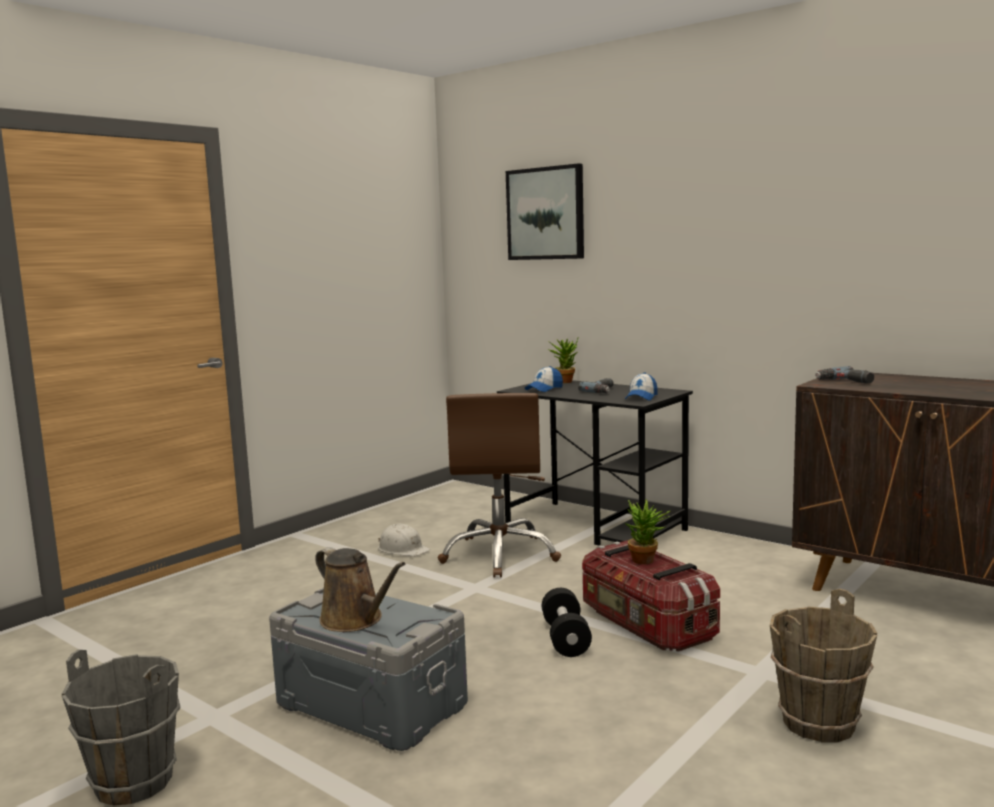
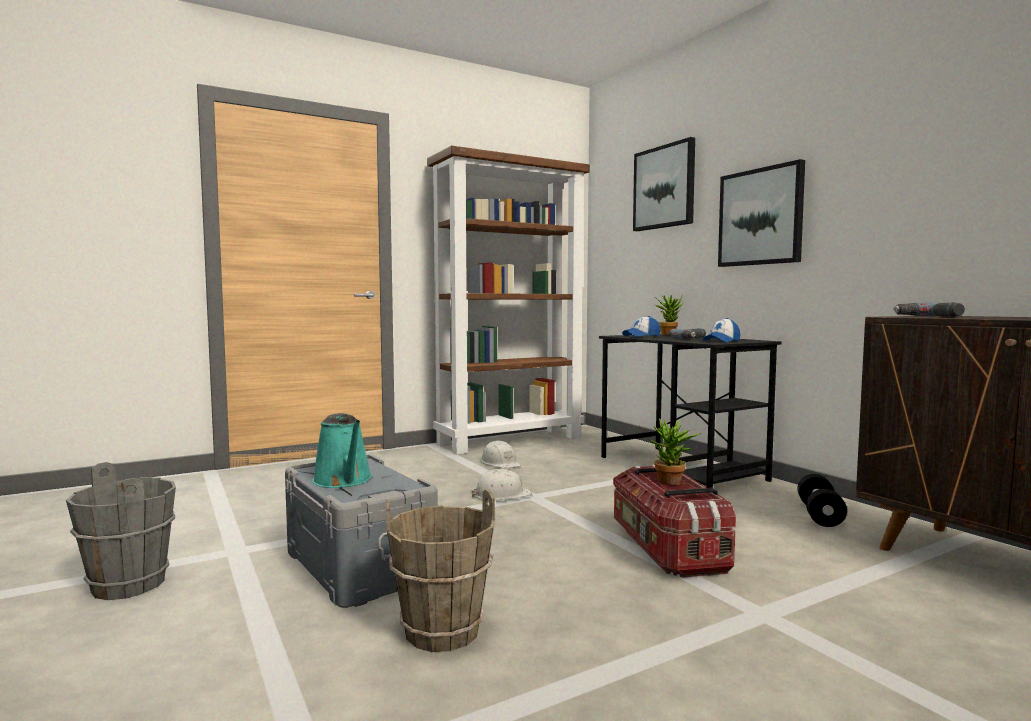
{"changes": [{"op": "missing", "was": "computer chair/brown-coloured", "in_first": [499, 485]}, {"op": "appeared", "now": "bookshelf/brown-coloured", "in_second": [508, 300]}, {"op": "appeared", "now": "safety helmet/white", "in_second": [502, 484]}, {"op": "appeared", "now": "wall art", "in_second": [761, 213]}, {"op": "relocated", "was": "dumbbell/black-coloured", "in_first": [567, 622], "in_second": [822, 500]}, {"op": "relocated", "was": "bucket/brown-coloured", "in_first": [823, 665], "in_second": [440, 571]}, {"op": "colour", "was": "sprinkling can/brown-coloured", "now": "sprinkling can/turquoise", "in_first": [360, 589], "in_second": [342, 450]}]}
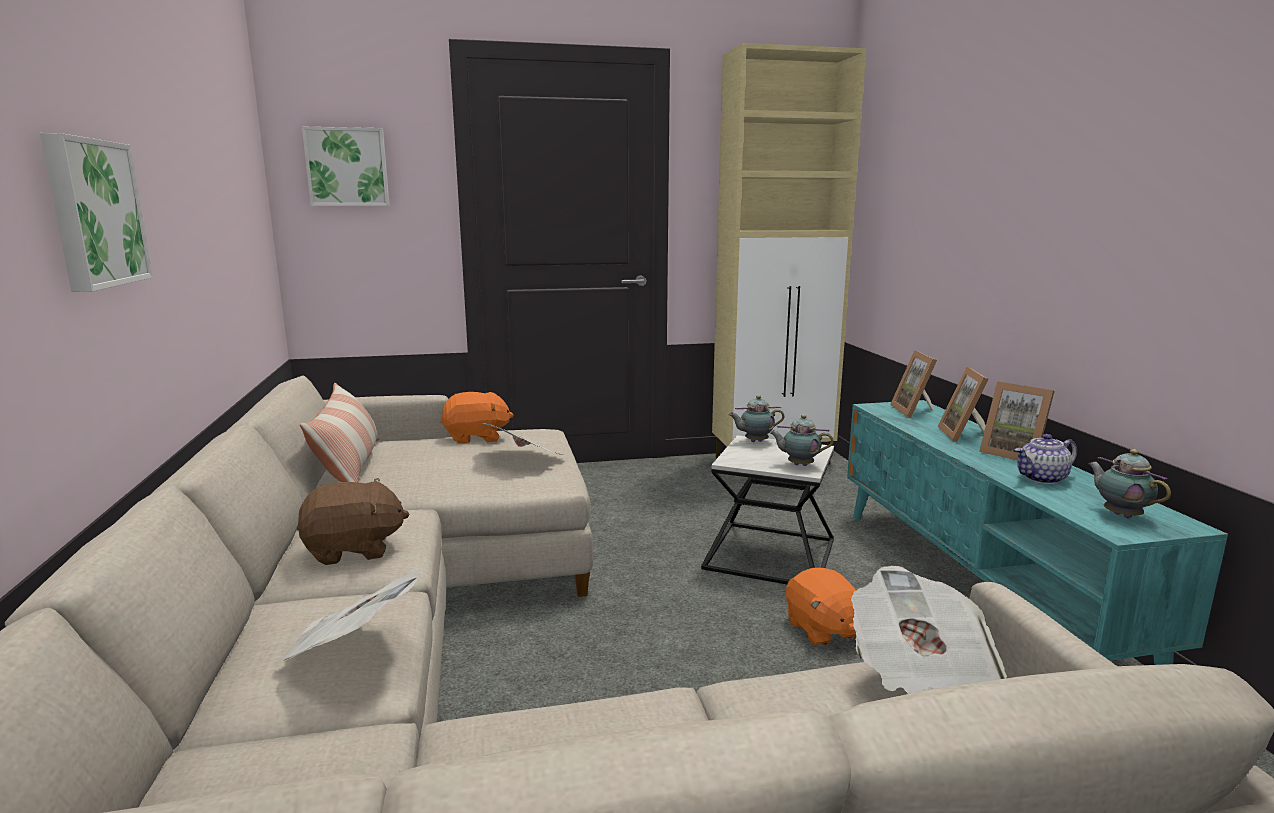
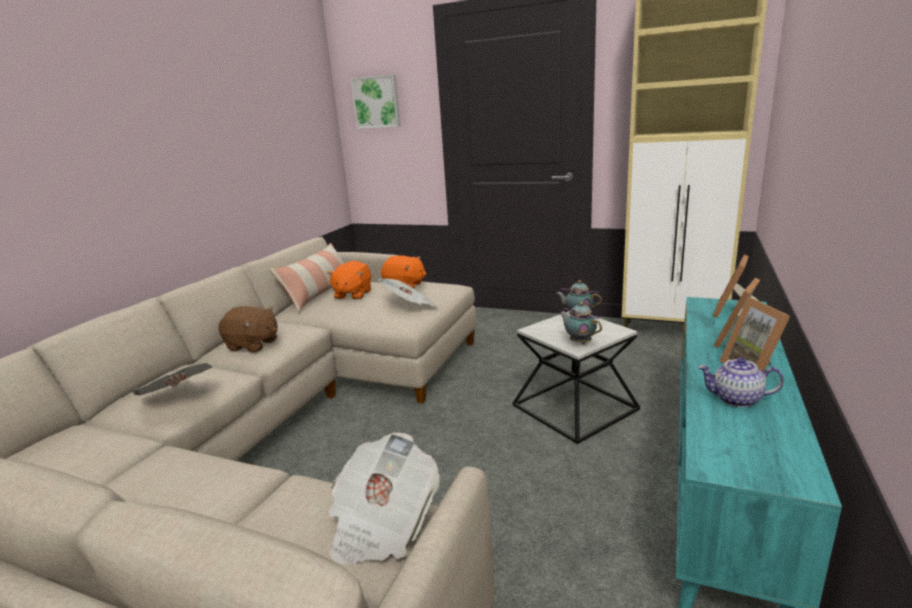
{"changes": [{"op": "missing", "was": "wall art", "in_first": [96, 212]}, {"op": "missing", "was": "tea pot", "in_first": [1129, 483]}, {"op": "relocated", "was": "soft toy/orange-coloured", "in_first": [821, 607], "in_second": [349, 280]}]}
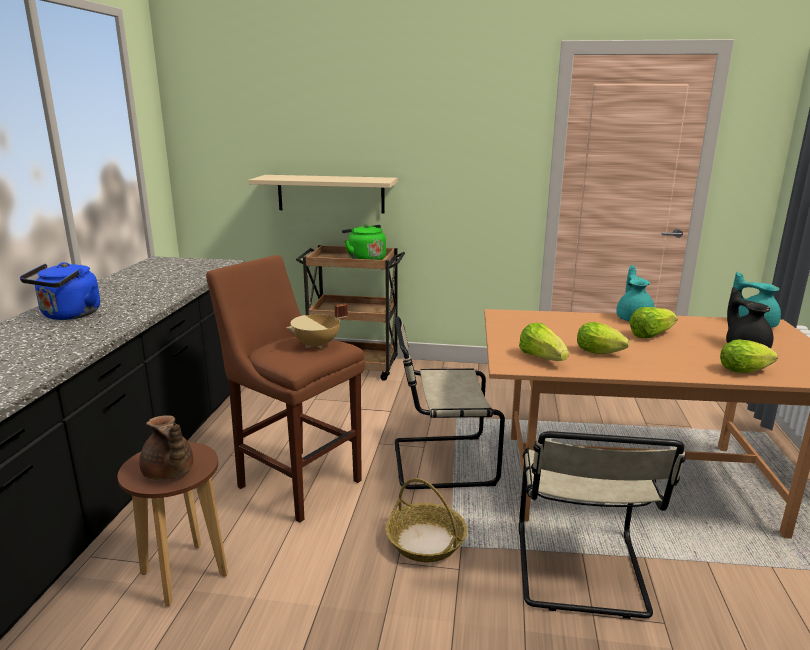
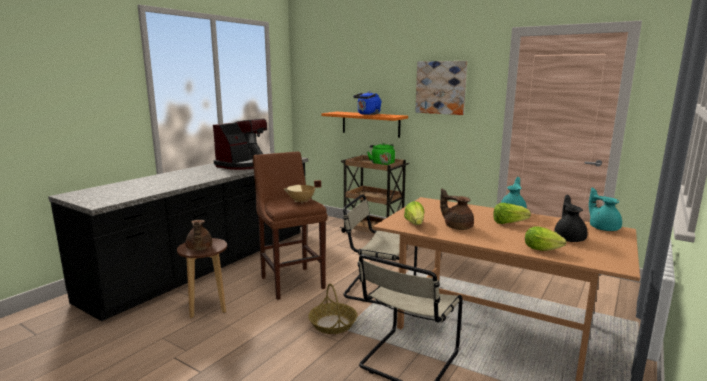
{"changes": [{"op": "appeared", "now": "coffee brewer", "in_second": [240, 144]}, {"op": "appeared", "now": "wall art", "in_second": [441, 88]}, {"op": "relocated", "was": "kettle/blue", "in_first": [60, 291], "in_second": [367, 103]}, {"op": "exchanged", "was": "head of lettuce", "now": "tea pot/brown-coloured", "in_first": [603, 338], "in_second": [457, 209]}, {"op": "colour", "was": "shelf/beige", "now": "shelf/orange-coloured", "in_first": [323, 194], "in_second": [364, 125]}]}
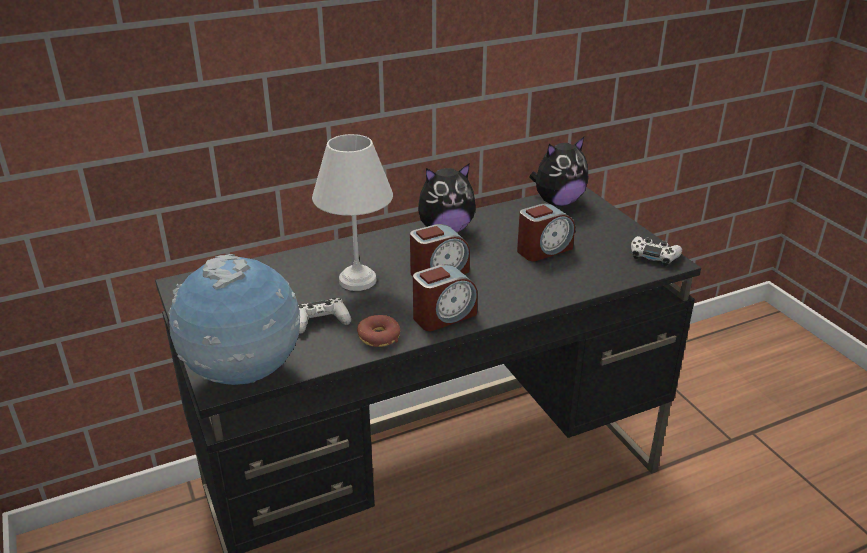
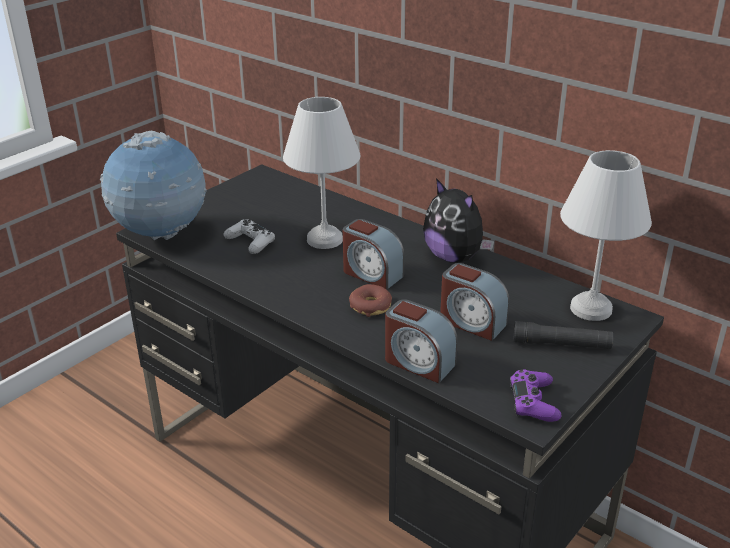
{"changes": [{"op": "appeared", "now": "hand torch/black-coloured", "in_second": [563, 335]}, {"op": "relocated", "was": "ring doughnut", "in_first": [378, 331], "in_second": [370, 300]}, {"op": "relocated", "was": "bedside clock", "in_first": [445, 297], "in_second": [421, 341]}, {"op": "exchanged", "was": "soft toy", "now": "table lamp/white", "in_first": [559, 171], "in_second": [606, 235]}, {"op": "colour", "was": "game controller/white", "now": "game controller/purplish", "in_first": [656, 251], "in_second": [536, 395]}]}
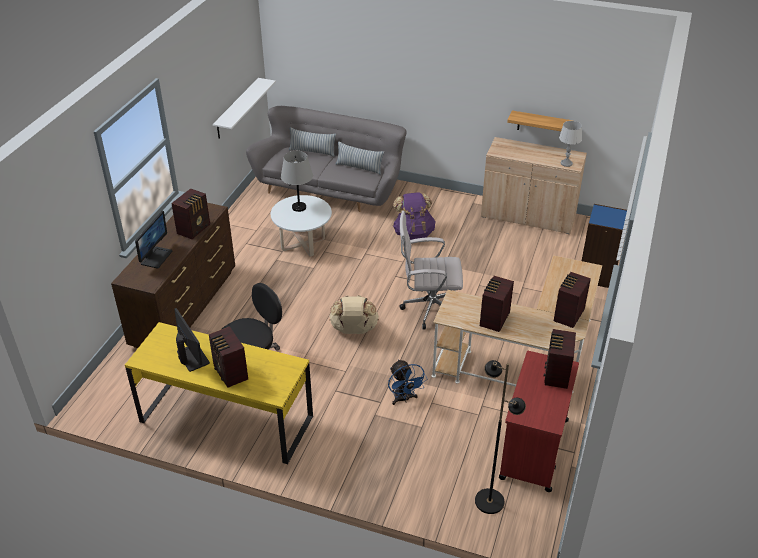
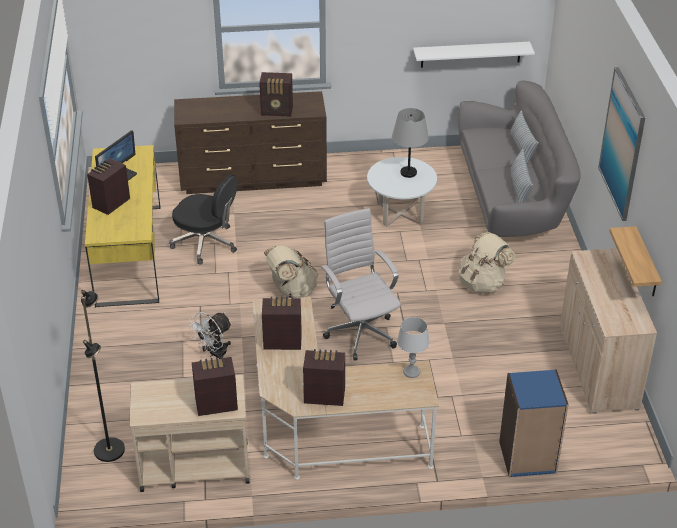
{"changes": [{"op": "missing", "was": "computer display", "in_first": [153, 239]}, {"op": "appeared", "now": "wall art", "in_second": [621, 144]}, {"op": "relocated", "was": "table lamp/greyish", "in_first": [570, 144], "in_second": [413, 347]}, {"op": "colour", "was": "fan/blue", "now": "fan/white", "in_first": [407, 382], "in_second": [210, 335]}, {"op": "colour", "was": "knapsack/purplish", "now": "knapsack/beige", "in_first": [414, 216], "in_second": [487, 262]}, {"op": "colour", "was": "wheeled cart/red-coloured", "now": "wheeled cart/beige", "in_first": [539, 421], "in_second": [189, 433]}]}
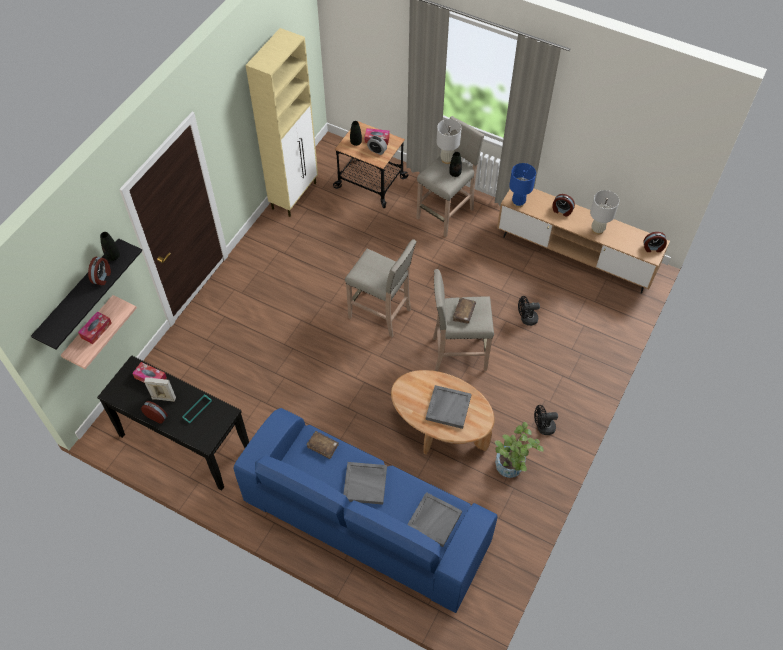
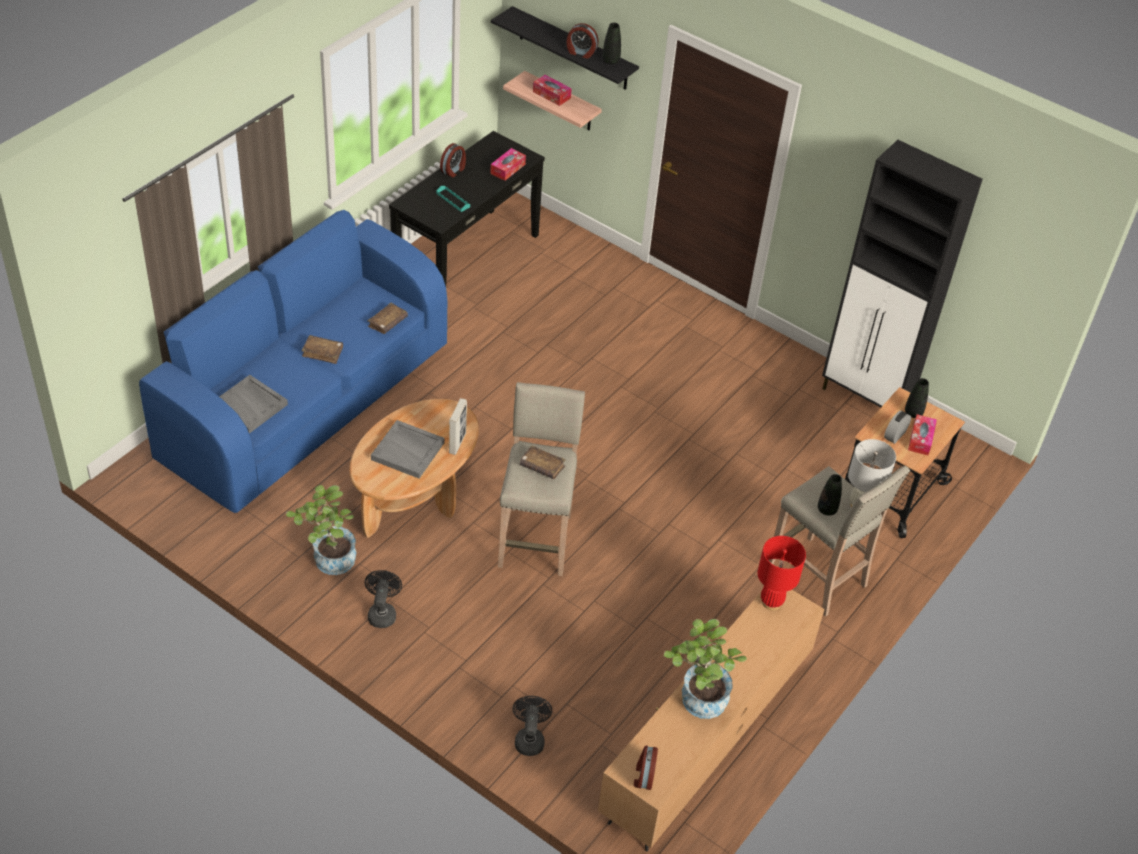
{"changes": [{"op": "missing", "was": "sitting stool/beige", "in_first": [381, 288]}, {"op": "missing", "was": "bedside clock", "in_first": [563, 205]}, {"op": "relocated", "was": "photo frame", "in_first": [160, 389], "in_second": [458, 426]}, {"op": "relocated", "was": "fan/black-coloured", "in_first": [529, 311], "in_second": [532, 726]}, {"op": "exchanged", "was": "carrying tray/greyish", "now": "volume/brown-coloured", "in_first": [365, 483], "in_second": [322, 349]}, {"op": "exchanged", "was": "table lamp/white", "now": "potted plant", "in_first": [604, 212], "in_second": [705, 669]}, {"op": "colour", "was": "storage cabinet/beige", "now": "storage cabinet/black-coloured", "in_first": [281, 122], "in_second": [902, 273]}, {"op": "colour", "was": "table lamp/blue", "now": "table lamp/red-coloured", "in_first": [522, 185], "in_second": [782, 573]}]}
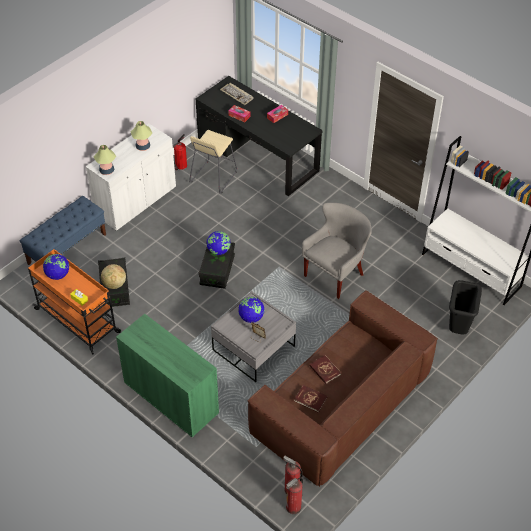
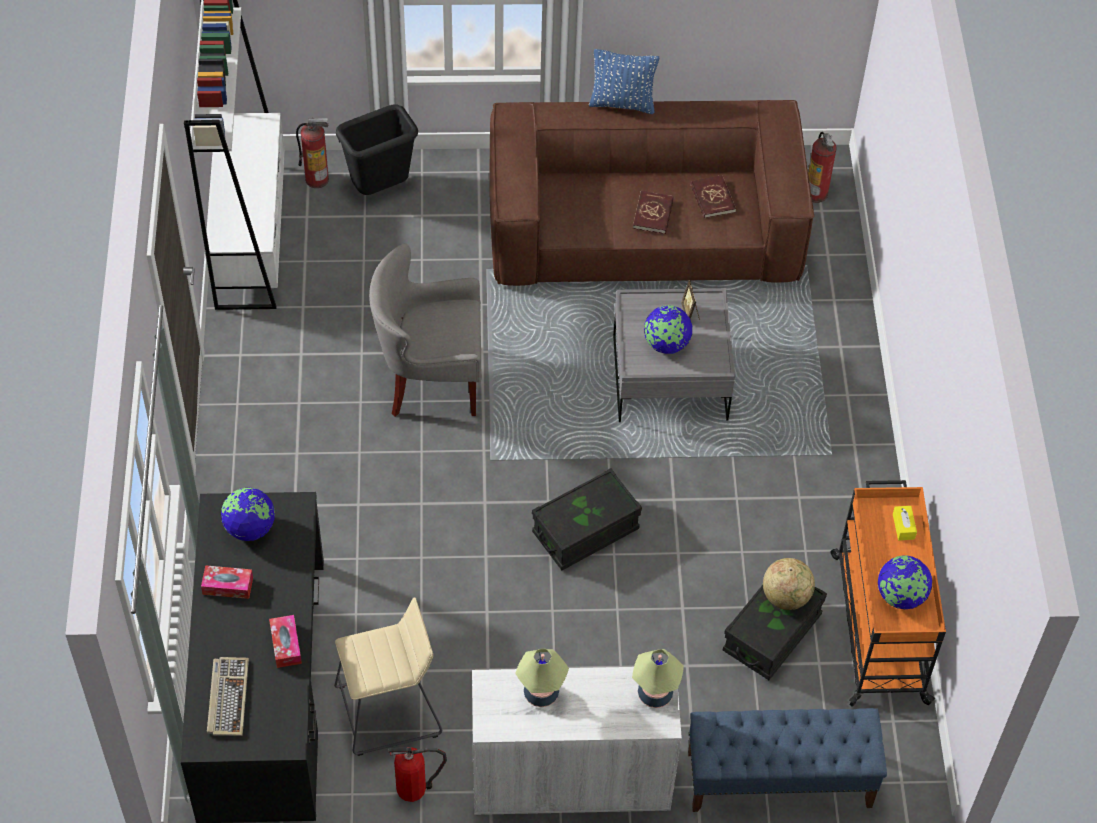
{"changes": [{"op": "missing", "was": "storage cabinet/green-coloured", "in_first": [167, 376]}, {"op": "appeared", "now": "cushion/blue", "in_second": [624, 81]}, {"op": "relocated", "was": "globe", "in_first": [218, 243], "in_second": [248, 514]}, {"op": "relocated", "was": "fire-fighting cylinder", "in_first": [294, 496], "in_second": [312, 152]}]}
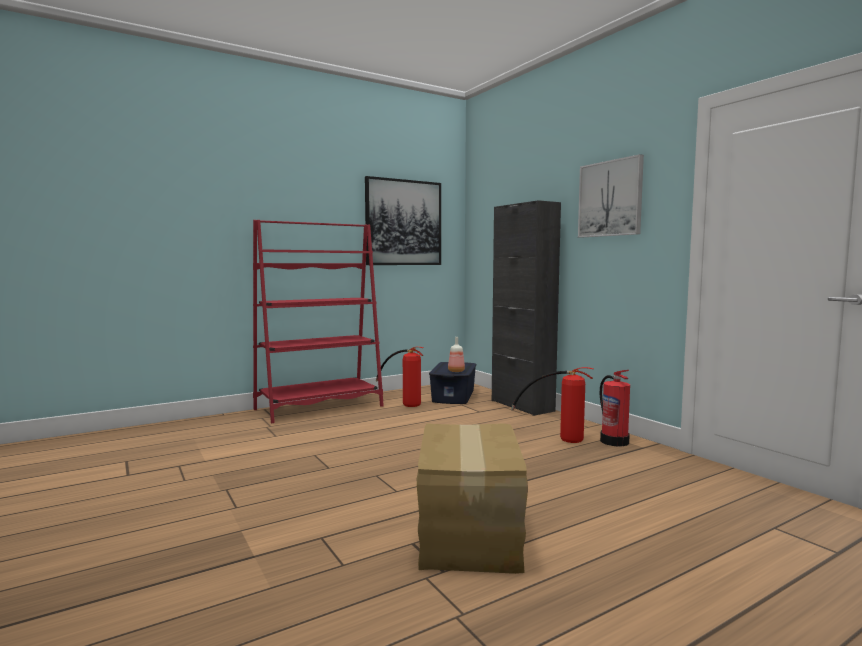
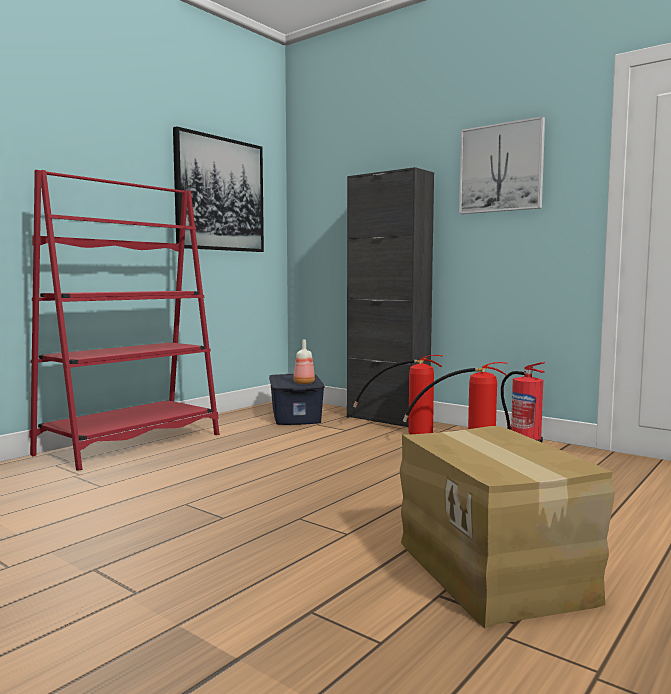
{"changes": [{"op": "relocated", "was": "fire-fighting cylinder", "in_first": [400, 377], "in_second": [398, 394]}]}
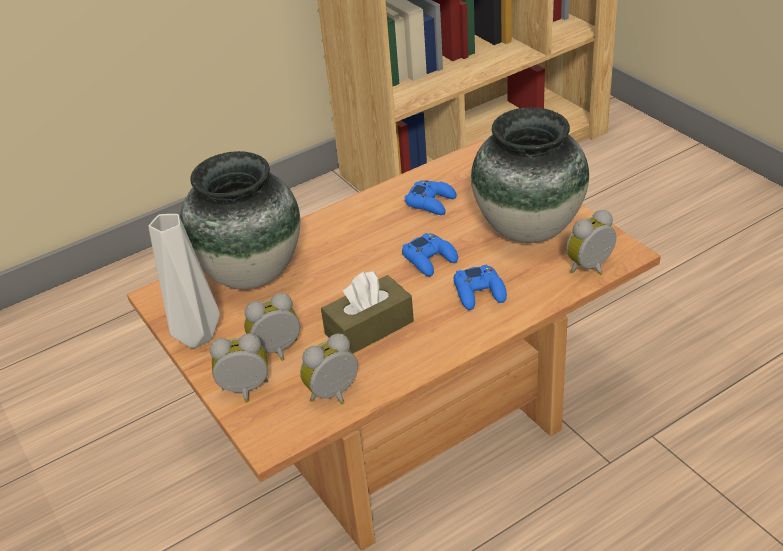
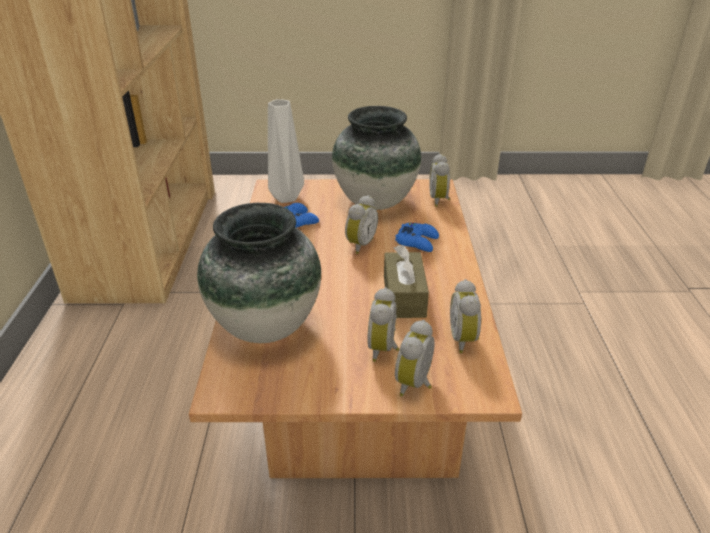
{"changes": [{"op": "relocated", "was": "vase/greyish", "in_first": [184, 281], "in_second": [286, 151]}, {"op": "exchanged", "was": "game controller/blue", "now": "bedside clock", "in_first": [430, 254], "in_second": [361, 224]}]}
